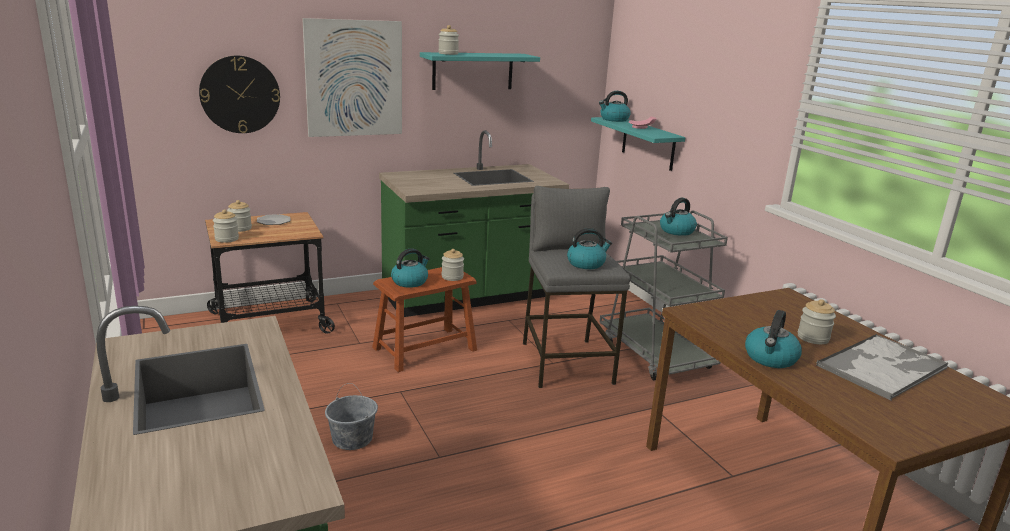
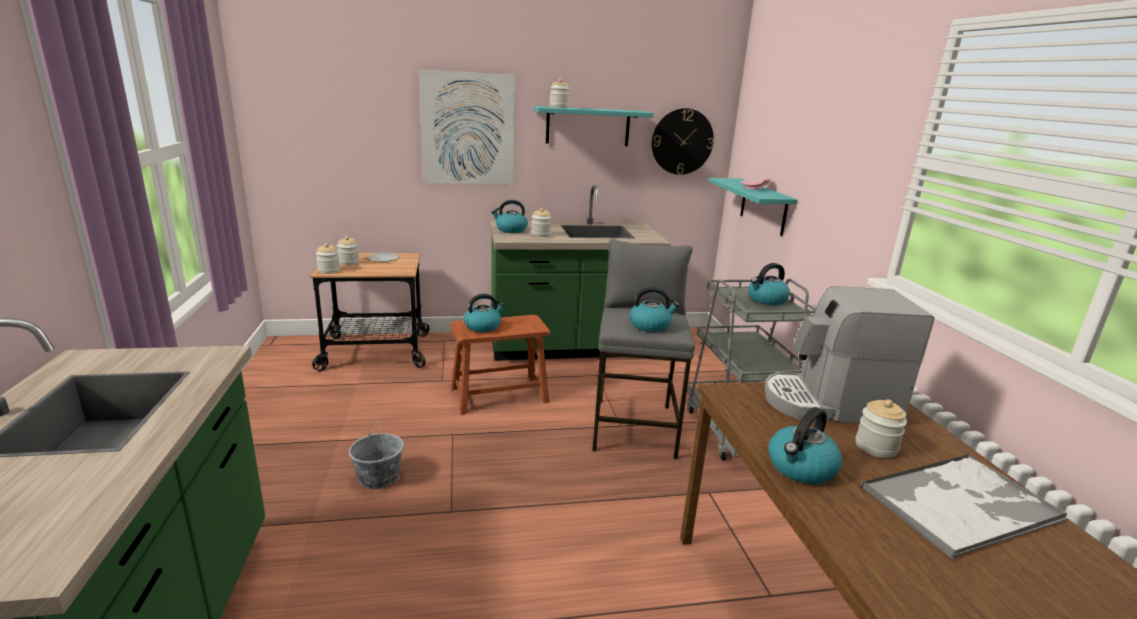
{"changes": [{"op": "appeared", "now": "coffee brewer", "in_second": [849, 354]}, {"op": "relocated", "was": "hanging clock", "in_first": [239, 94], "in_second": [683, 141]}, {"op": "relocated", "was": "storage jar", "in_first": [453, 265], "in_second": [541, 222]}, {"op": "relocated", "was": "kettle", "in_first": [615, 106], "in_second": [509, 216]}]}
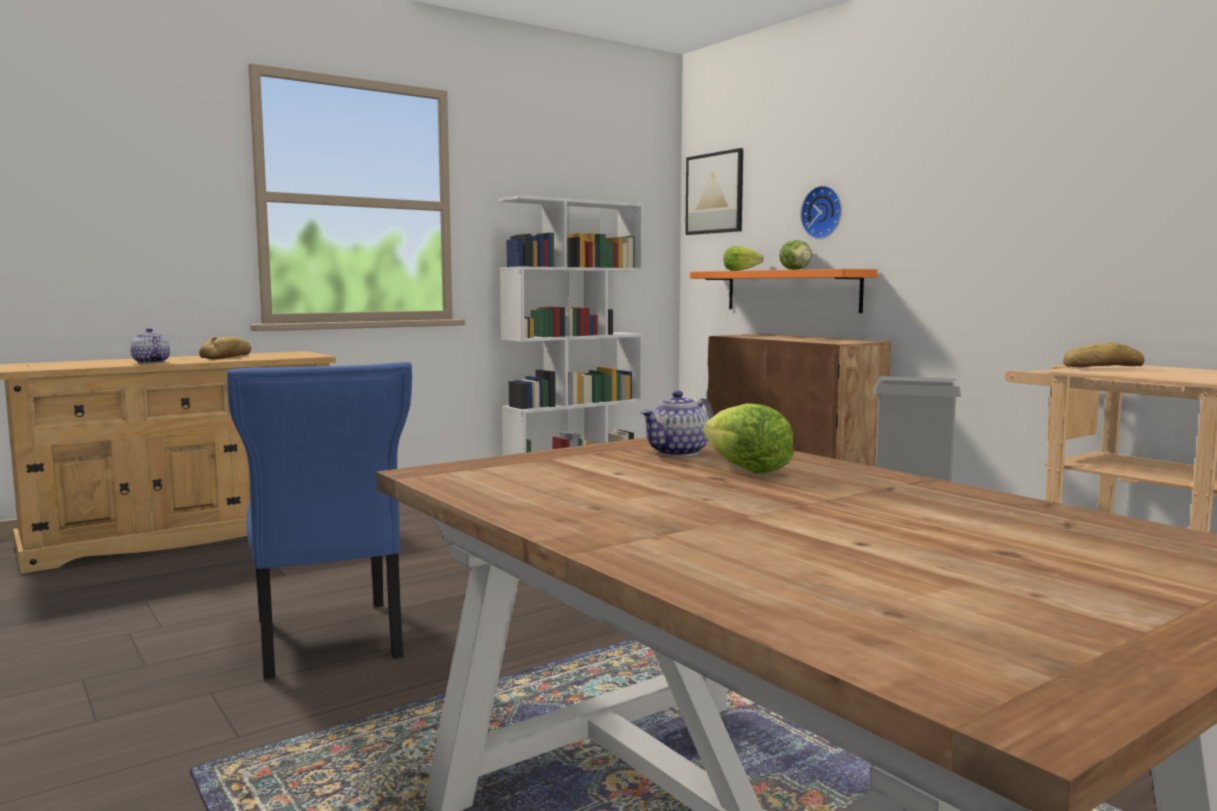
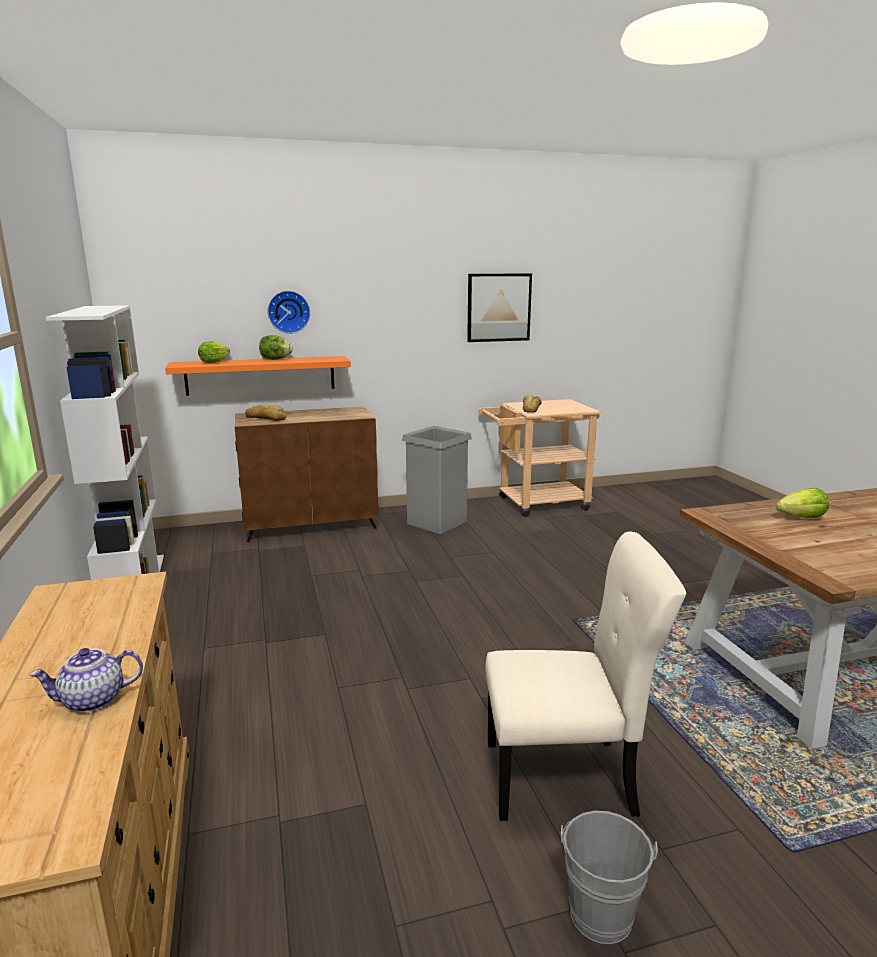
{"changes": [{"op": "missing", "was": "tea pot", "in_first": [676, 424]}, {"op": "appeared", "now": "bucket/greyish", "in_second": [609, 877]}, {"op": "relocated", "was": "baked bread", "in_first": [225, 348], "in_second": [265, 413]}, {"op": "relocated", "was": "wall art", "in_first": [714, 191], "in_second": [499, 307]}, {"op": "colour", "was": "plain chair/blue", "now": "plain chair/beige", "in_first": [319, 520], "in_second": [585, 676]}]}
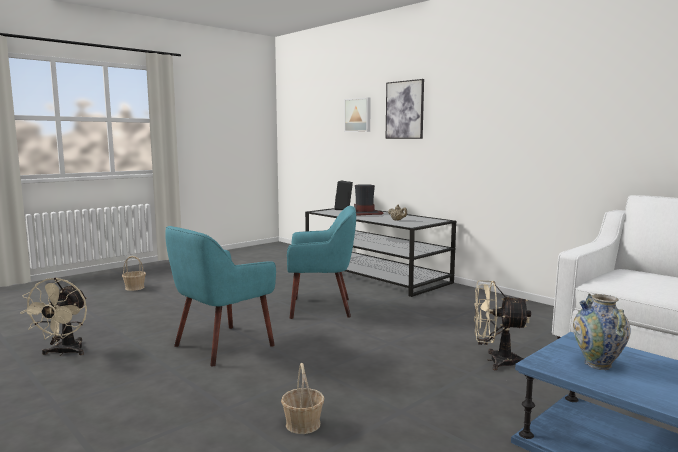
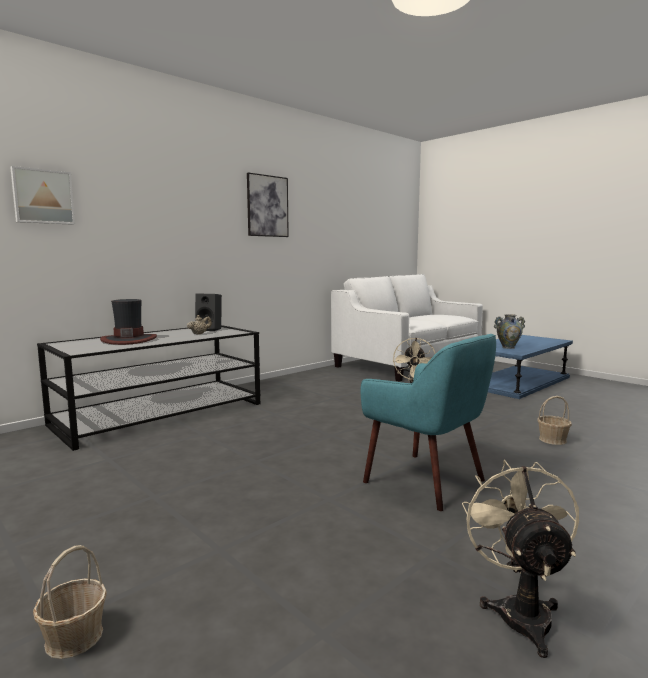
{"changes": [{"op": "missing", "was": "armchair/turquoise", "in_first": [321, 262]}, {"op": "relocated", "was": "speaker/black-coloured", "in_first": [344, 195], "in_second": [208, 312]}, {"op": "relocated", "was": "wall art", "in_first": [405, 109], "in_second": [268, 204]}, {"op": "spun", "was": "fan/beige", "in_first": [53, 316], "in_second": [520, 559], "clockwise": -90}]}
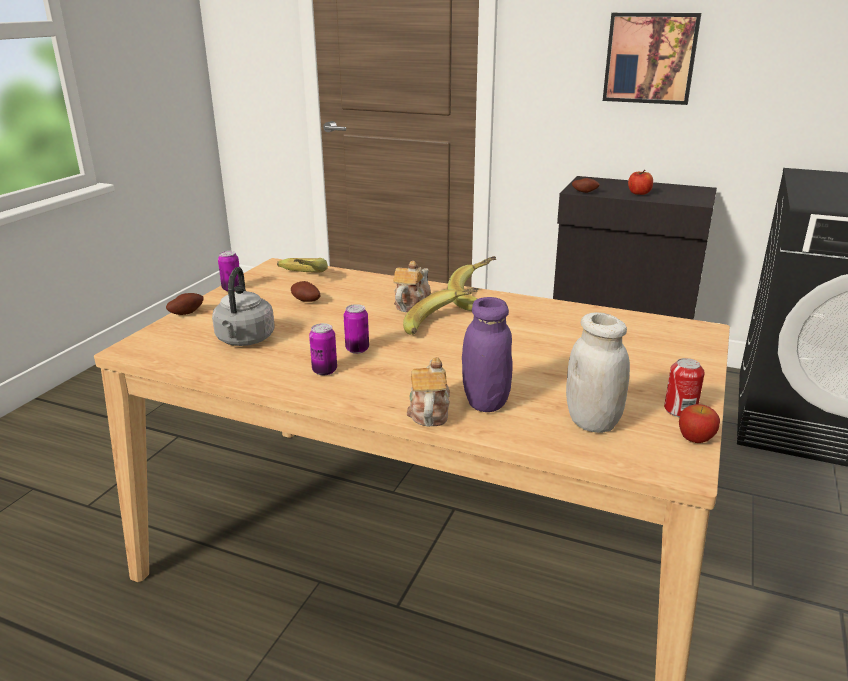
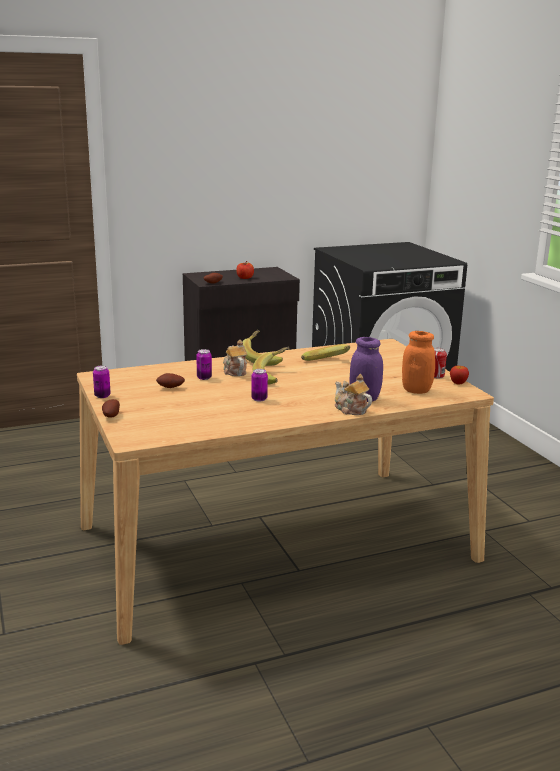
{"changes": [{"op": "missing", "was": "kettle/greyish", "in_first": [243, 306]}, {"op": "missing", "was": "wall art", "in_first": [652, 59]}, {"op": "relocated", "was": "banana", "in_first": [302, 265], "in_second": [325, 352]}, {"op": "relocated", "was": "can", "in_first": [323, 349], "in_second": [204, 364]}, {"op": "colour", "was": "storage jar/white", "now": "storage jar/orange-coloured", "in_first": [598, 372], "in_second": [418, 362]}]}
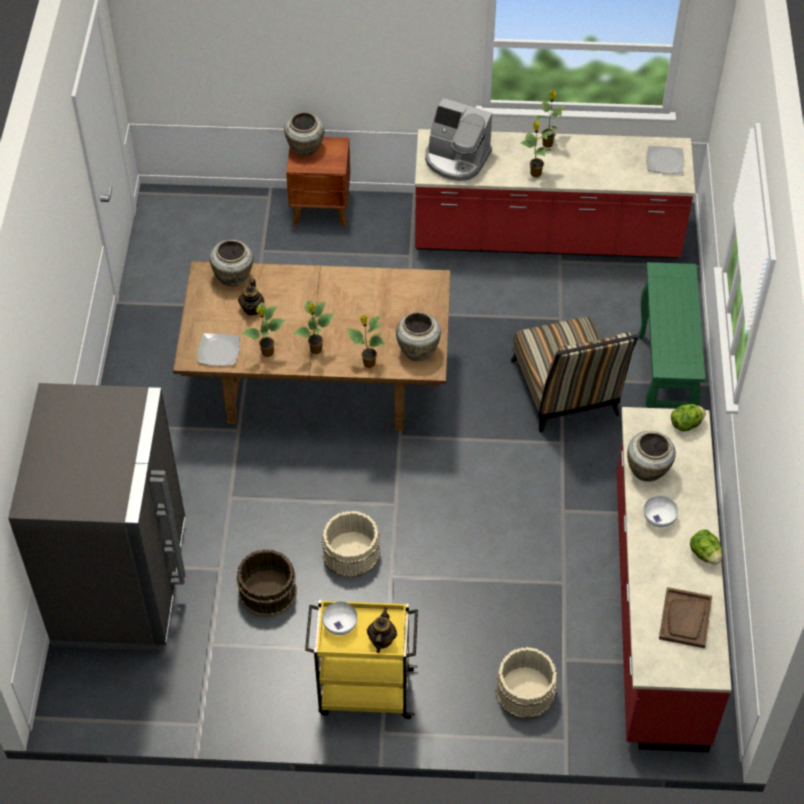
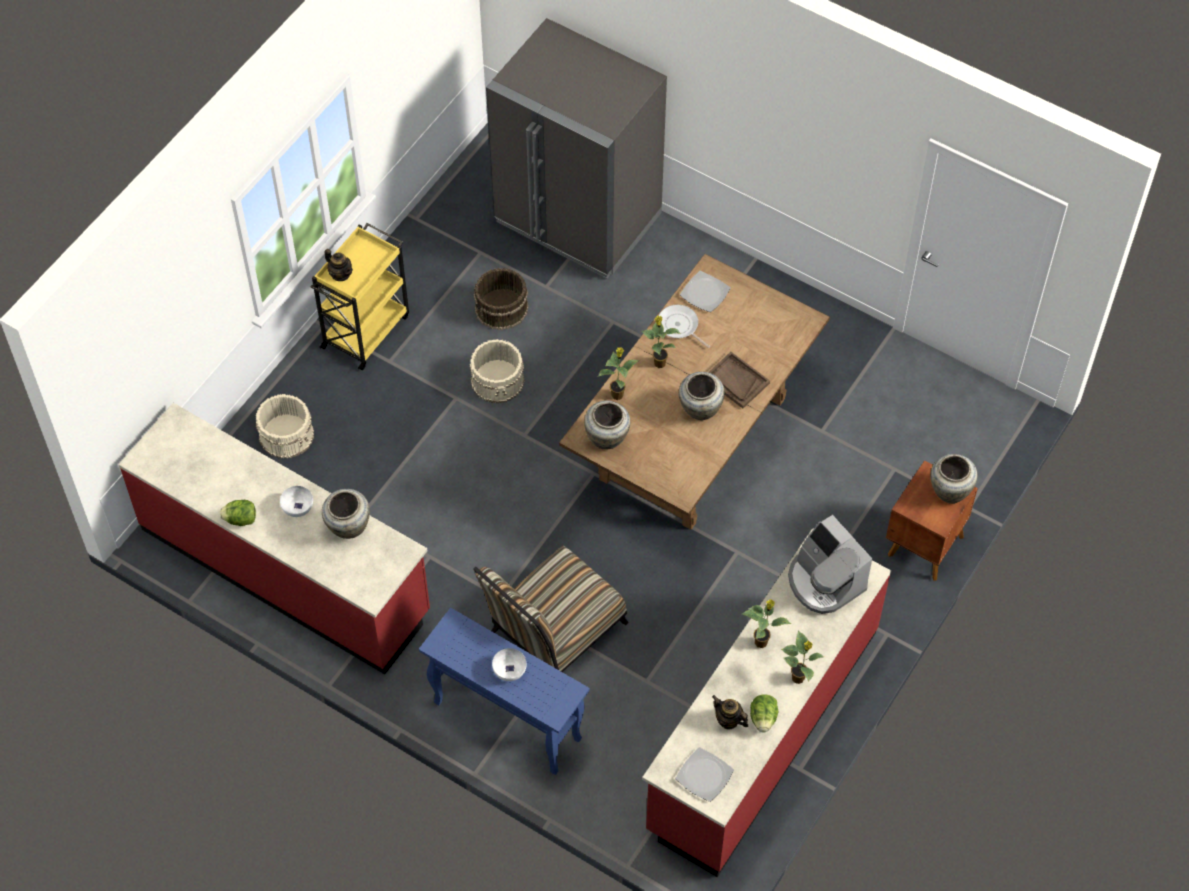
{"changes": [{"op": "relocated", "was": "vase/beige", "in_first": [231, 263], "in_second": [702, 396]}, {"op": "relocated", "was": "tea pot", "in_first": [251, 297], "in_second": [730, 712]}, {"op": "relocated", "was": "deep dish/white", "in_first": [340, 618], "in_second": [509, 664]}, {"op": "relocated", "was": "carrying tray/brown-coloured", "in_first": [685, 617], "in_second": [739, 380]}, {"op": "relocated", "was": "head of lettuce", "in_first": [688, 417], "in_second": [764, 714]}, {"op": "exchanged", "was": "potted plant", "now": "frying pan", "in_first": [263, 329], "in_second": [684, 326]}, {"op": "colour", "was": "console table/green-coloured", "now": "console table/blue", "in_first": [671, 335], "in_second": [504, 691]}, {"op": "spun", "was": "coffee brewer", "in_first": [458, 139], "in_second": [830, 564], "clockwise": -90}, {"op": "spun", "was": "plain chair", "in_first": [574, 375], "in_second": [551, 608], "clockwise": -60}]}
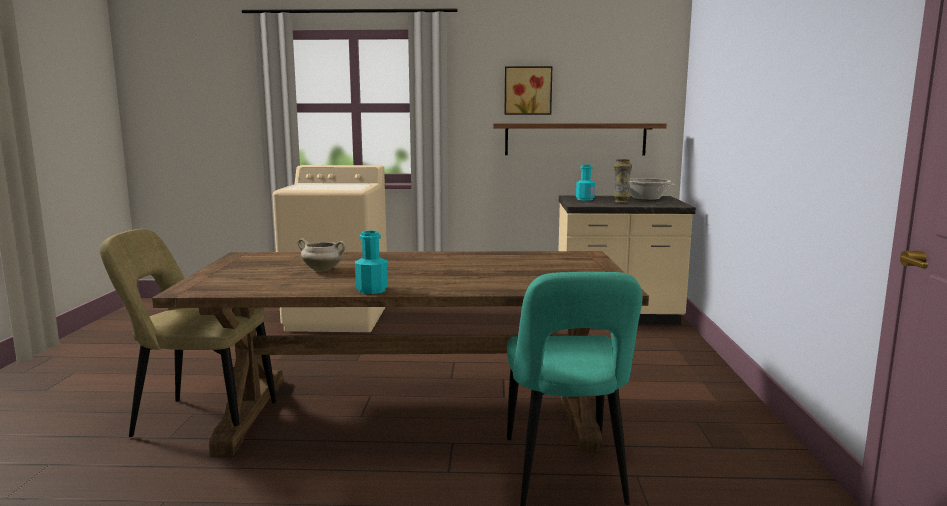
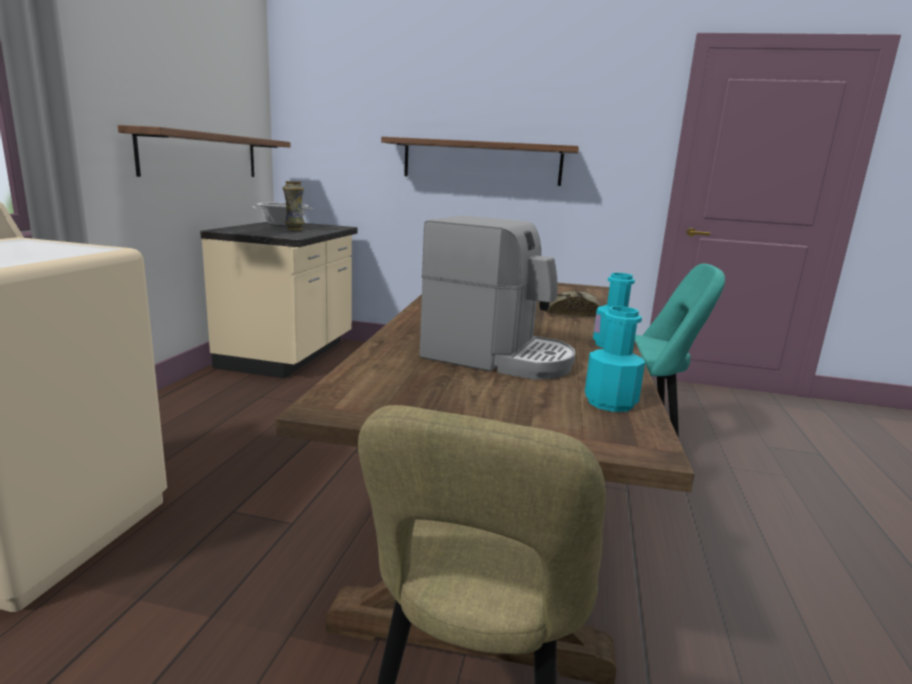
{"changes": [{"op": "missing", "was": "wall art", "in_first": [528, 90]}, {"op": "appeared", "now": "shelf", "in_second": [480, 161]}, {"op": "appeared", "now": "baked bread", "in_second": [573, 304]}, {"op": "relocated", "was": "drink bottle/turquoise", "in_first": [585, 183], "in_second": [615, 359]}, {"op": "exchanged", "was": "stockpot/white", "now": "coffee brewer", "in_first": [321, 255], "in_second": [497, 298]}]}
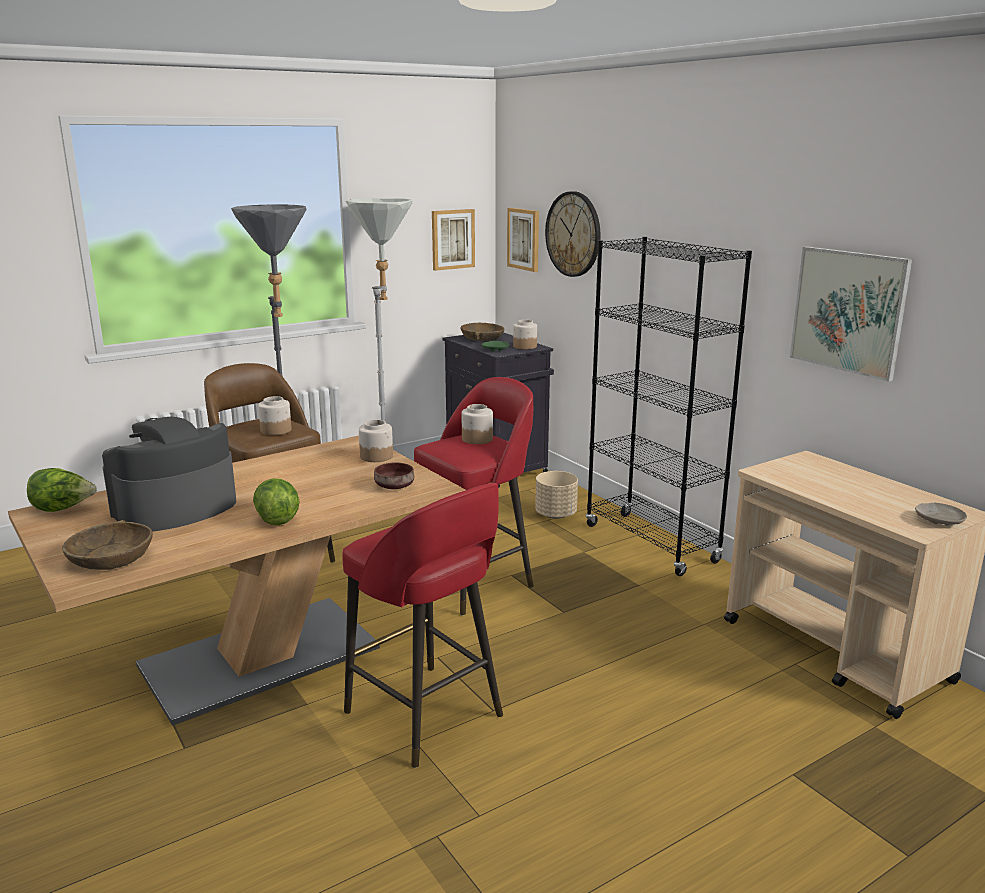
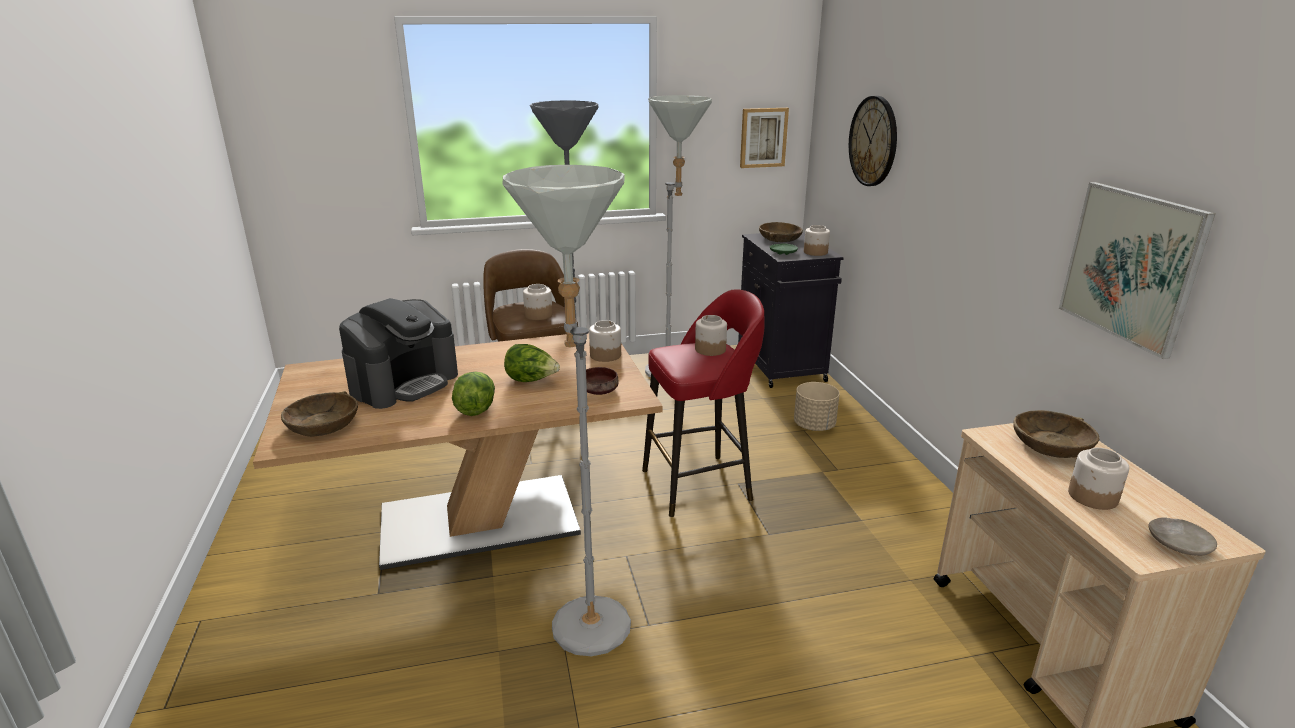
{"changes": [{"op": "missing", "was": "wall art", "in_first": [523, 240]}, {"op": "missing", "was": "bookshelf/black-coloured", "in_first": [669, 406]}, {"op": "appeared", "now": "deep dish/brown-coloured", "in_second": [1056, 434]}, {"op": "appeared", "now": "storage jar", "in_second": [1098, 479]}, {"op": "relocated", "was": "head of lettuce", "in_first": [61, 490], "in_second": [532, 363]}, {"op": "exchanged", "was": "sitting stool/red-coloured", "now": "standard lamp/greyish", "in_first": [422, 625], "in_second": [566, 410]}, {"op": "spun", "was": "coffee brewer", "in_first": [169, 474], "in_second": [398, 353], "clockwise": 150}]}
